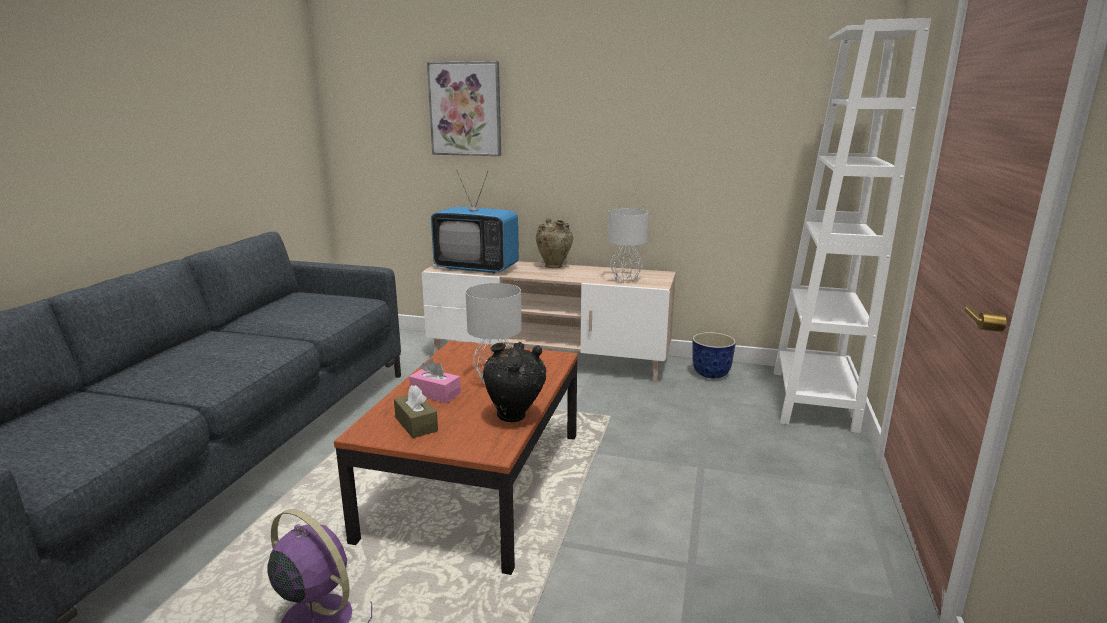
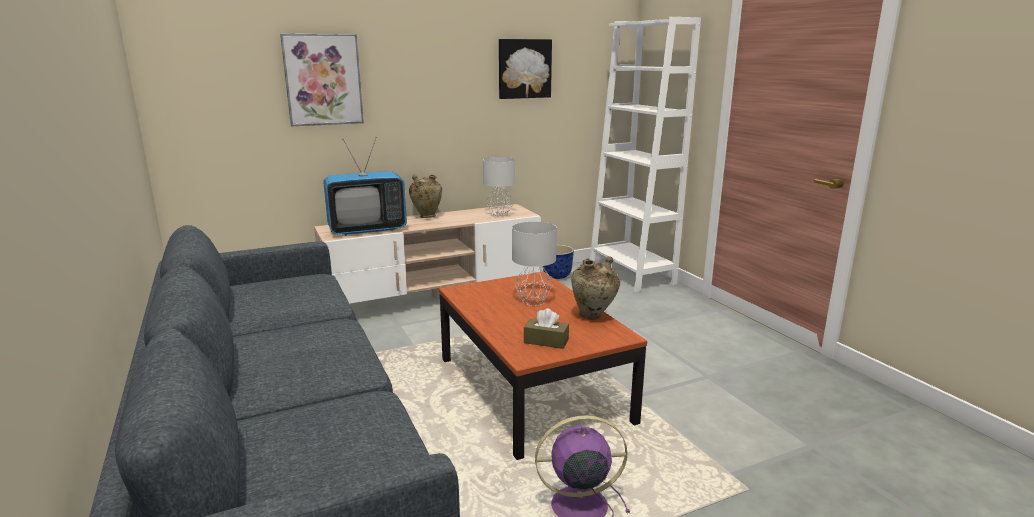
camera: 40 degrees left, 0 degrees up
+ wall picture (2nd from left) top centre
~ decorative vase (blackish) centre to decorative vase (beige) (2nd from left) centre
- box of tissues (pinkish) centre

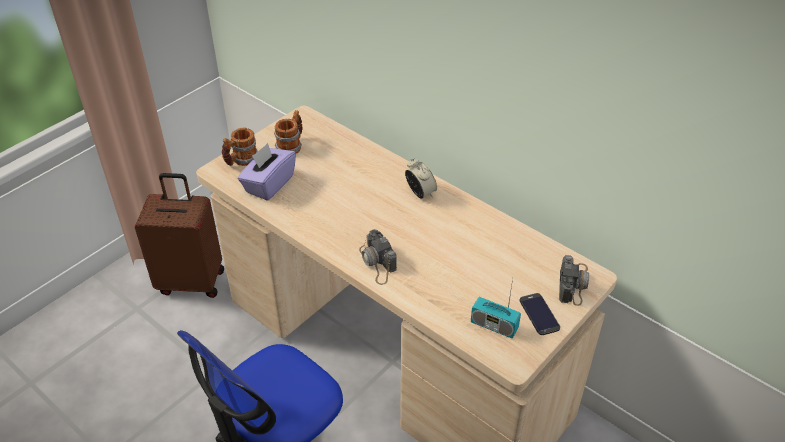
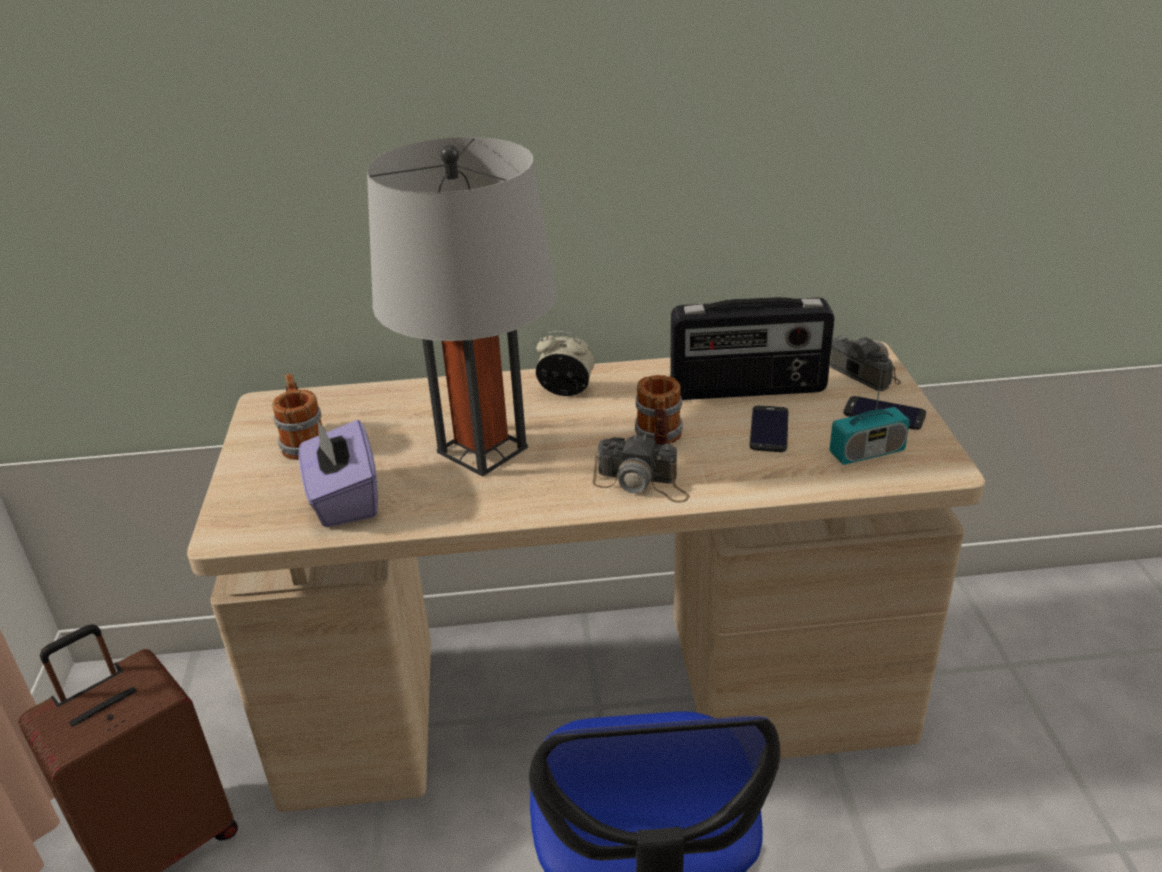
camera: 45 degrees left, 10 degrees down
+ tabletop lamp (grey) centre
~ coffee mug (1st from left in the first image) top left to coffee mug (2nd from left) centre
+ radio set (1st from left) centre
+ telephone (1st from left) centre

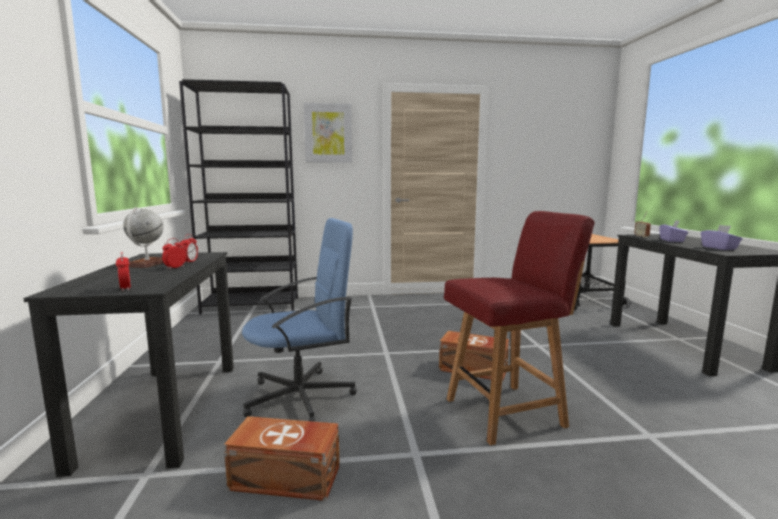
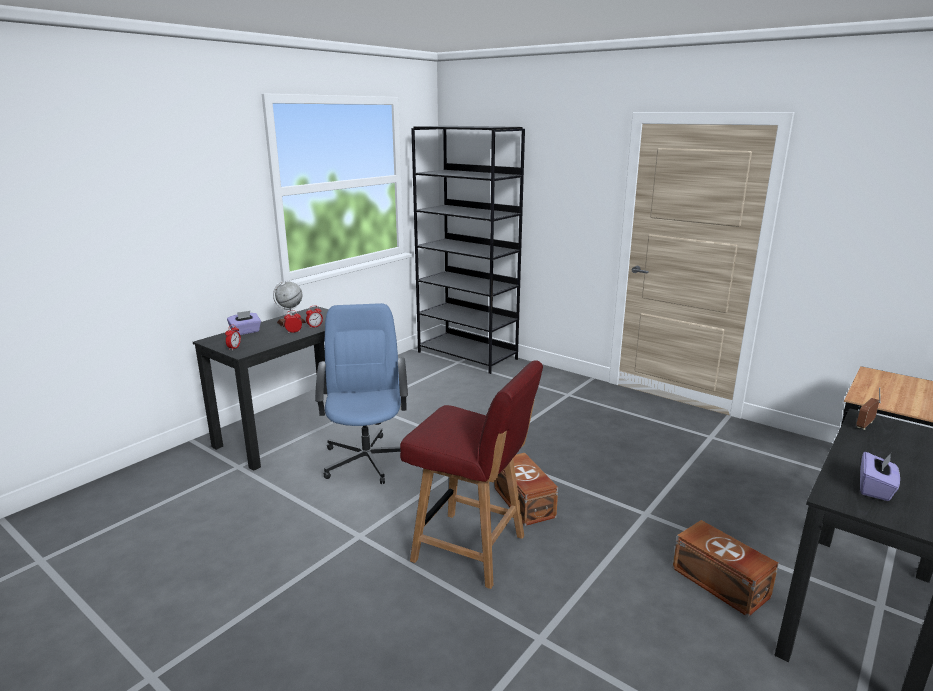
camera: 45 degrees right, 10 degrees up
~ box of tissues (purple) (1st from left) middle right to middle left
~ office chair (blue) centre = centre 120 degrees counterclockwise
~ storage bin (brown) (1st from left in the first image) bottom centre to storage bin (brown) (2nd from left) bottom right
- wall picture top centre

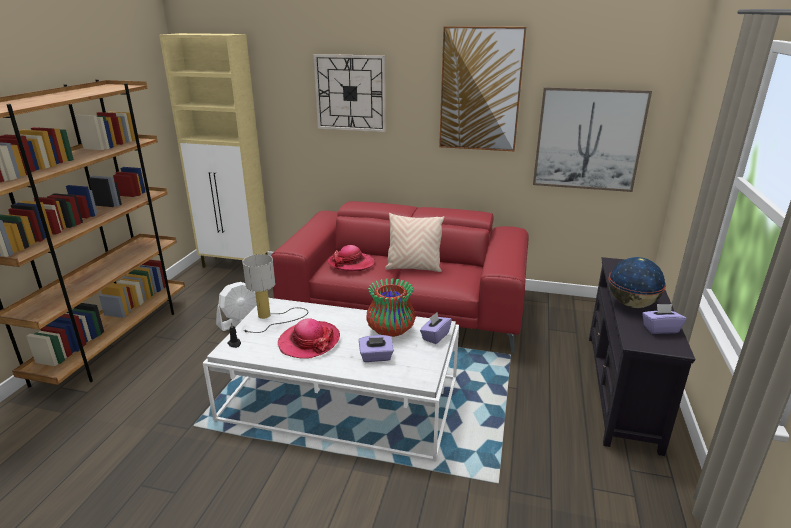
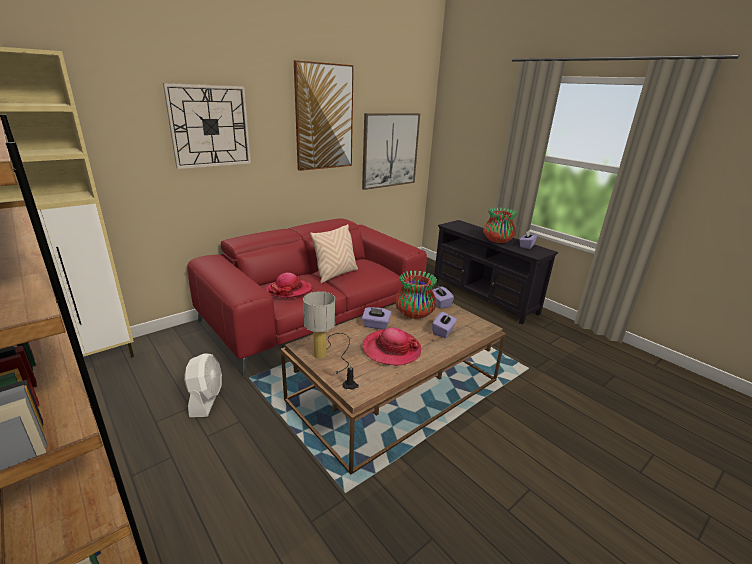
camera: 55 degrees left, 0 degrees up
~ low table (whitish) bottom centre to low table (brown) bottom centre
+ box of tissues (purple) (1st from left) centre
~ globe middle right to decorative vase (2nd from left) centre

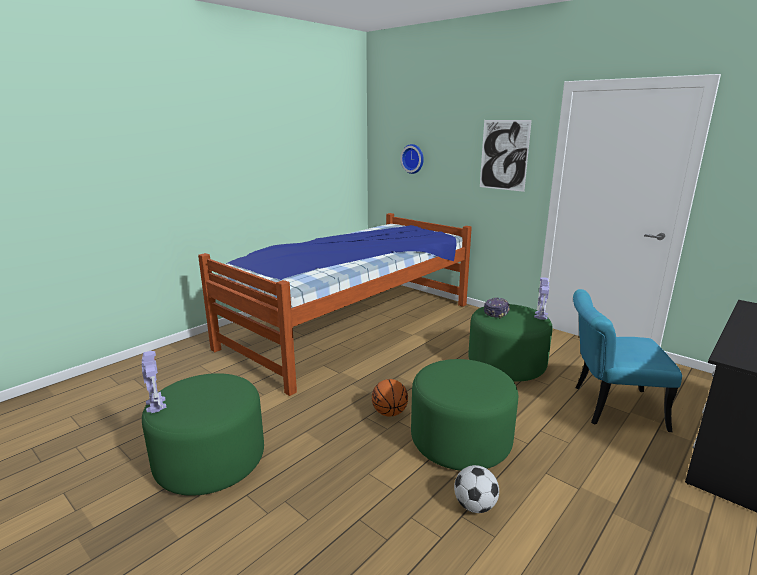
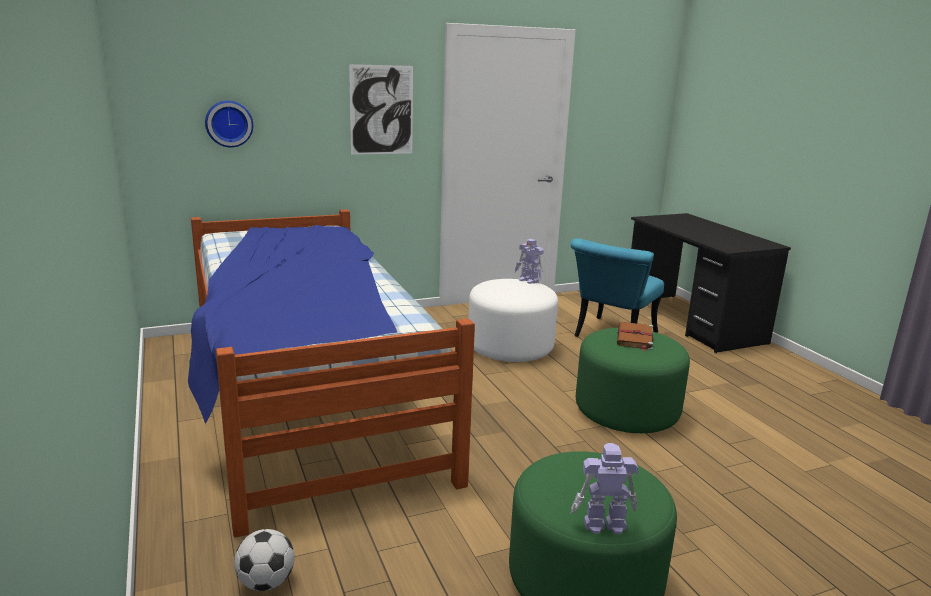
camera: 65 degrees left, 0 degrees up
~ ball for football bottom centre to bottom left
~ pouffe (green) (3rd from left) middle right to pouffe (whitish) centre
+ bound book (brown) middle right
- basketball bottom centre
- peaked cap centre

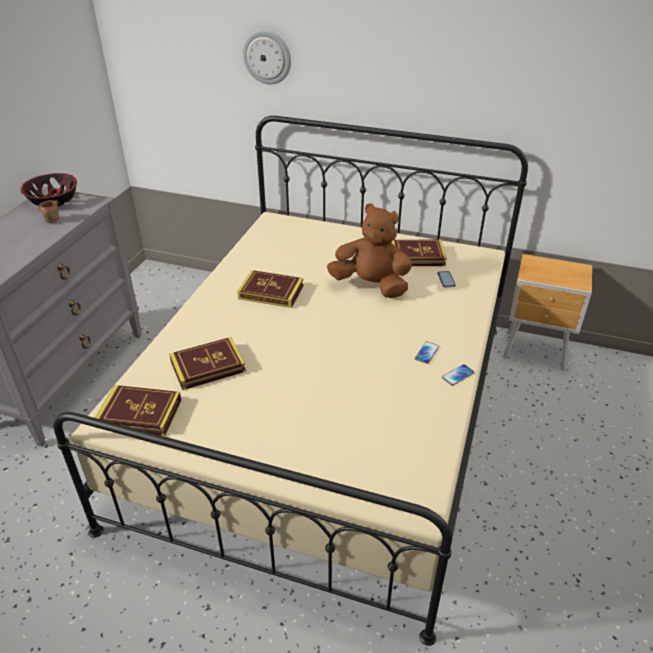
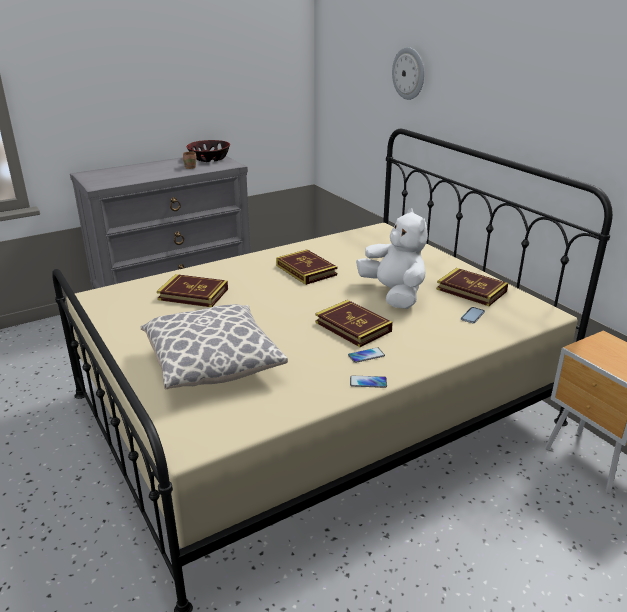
camera: 40 degrees right, 10 degrees down
+ throw pillow centre
~ bound book (1st from left in the first image) middle left to bound book (3rd from left) centre
~ plush toy (brown) centre to plush toy (whitish) centre

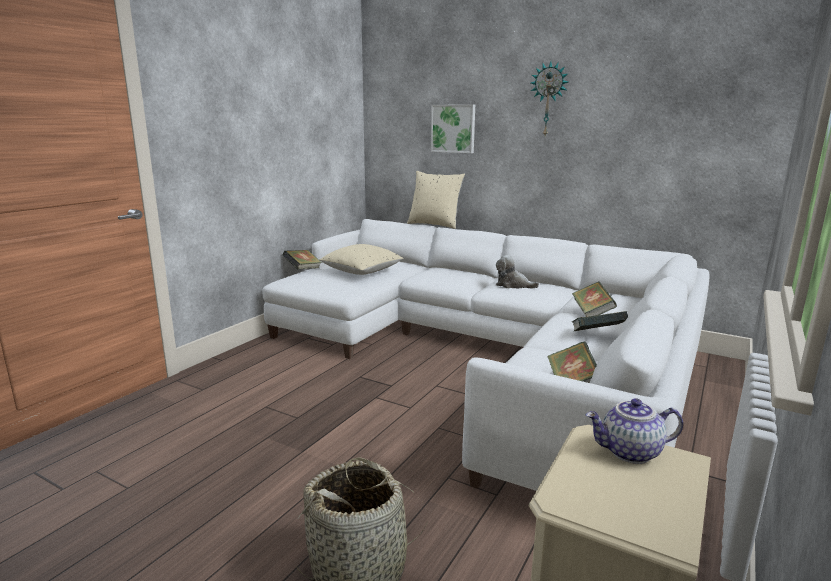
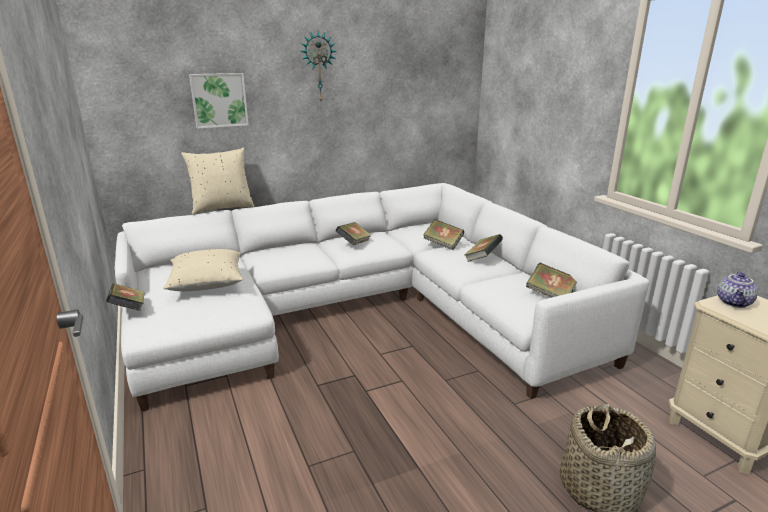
camera: 55 degrees left, 5 degrees up
~ plush toy centre to bound book (2nd from left) centre

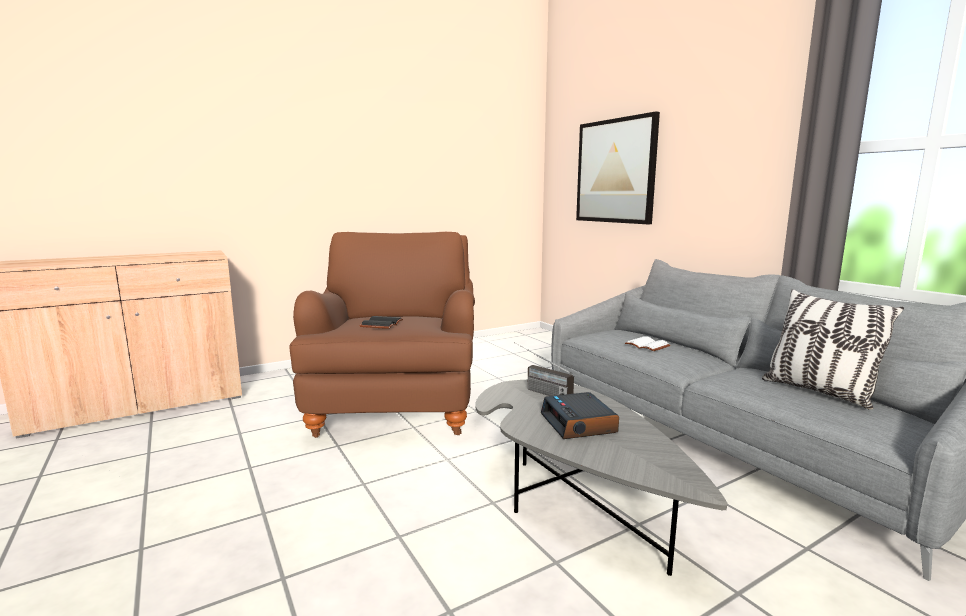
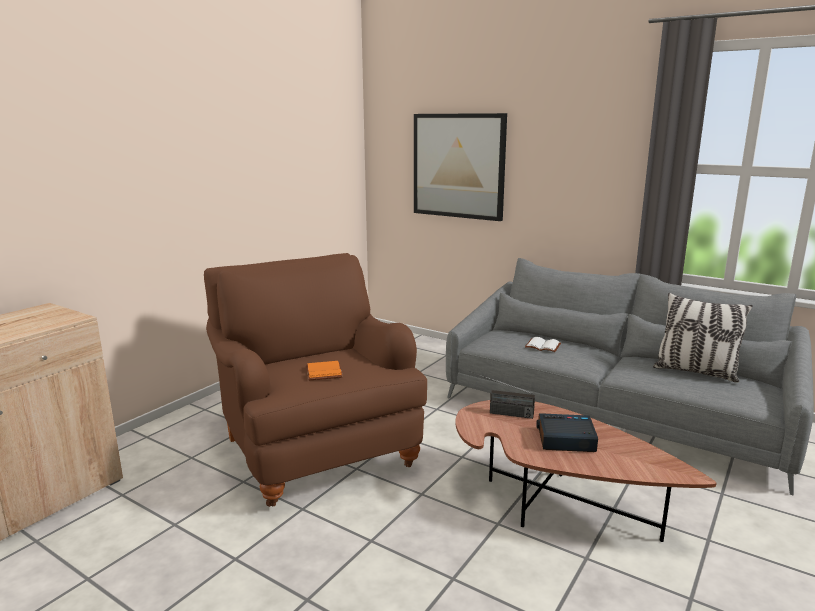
camera: 25 degrees left, 5 degrees up
~ bound book (blackish) centre to bound book (orange) centre
~ low table (grey) bottom centre to low table (brown) bottom right
~ bedside clock bottom centre = bottom right 135 degrees clockwise

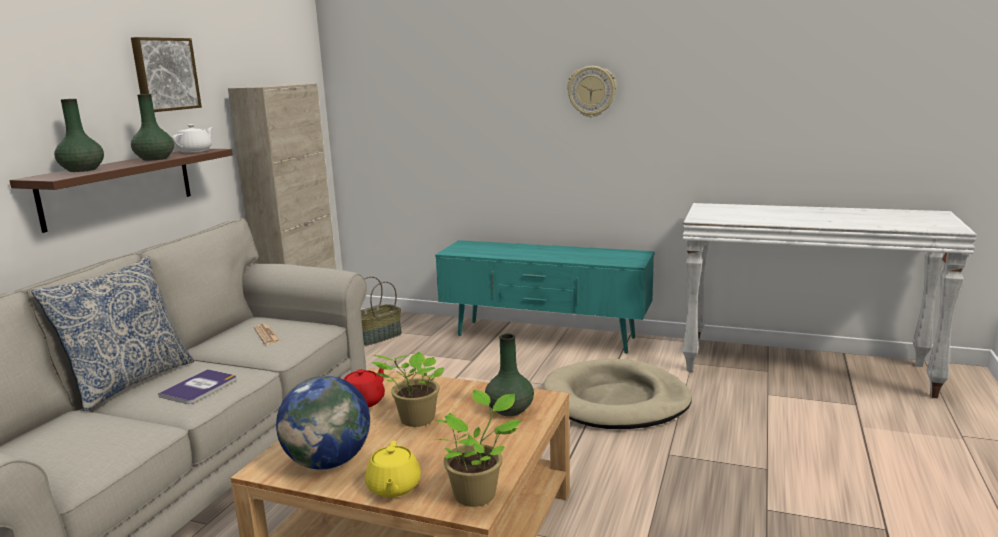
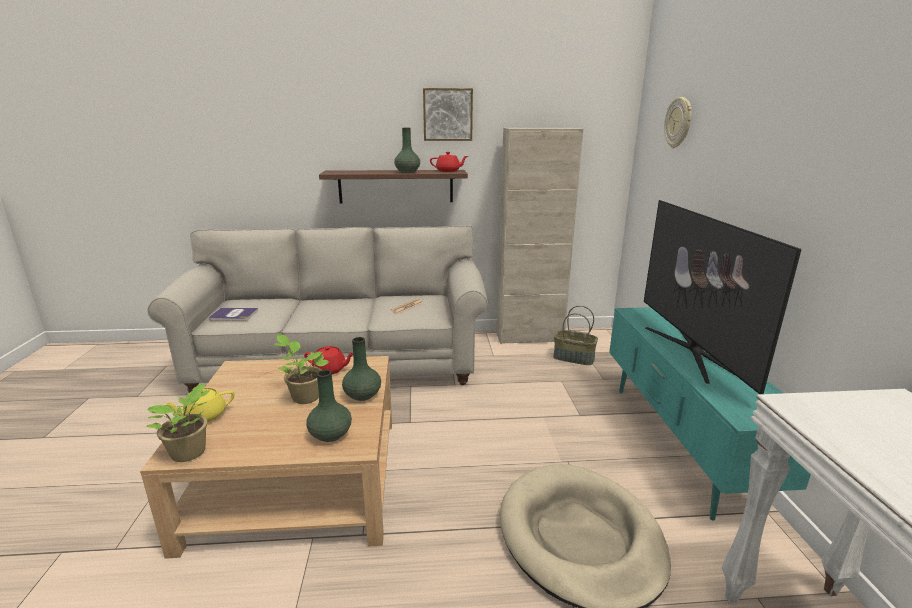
camera: 65 degrees right, 5 degrees up
~ bound book bottom left to middle left
~ decorative vase (green) (1st from left in the first image) top left to decorative vase (green) (2nd from left) centre
~ tea pot (whitish) top left to tea pot (reddish) (2nd from left) top centre
+ television middle right
~ wall clock top centre to top right
- throw pillow middle left
- globe bottom left

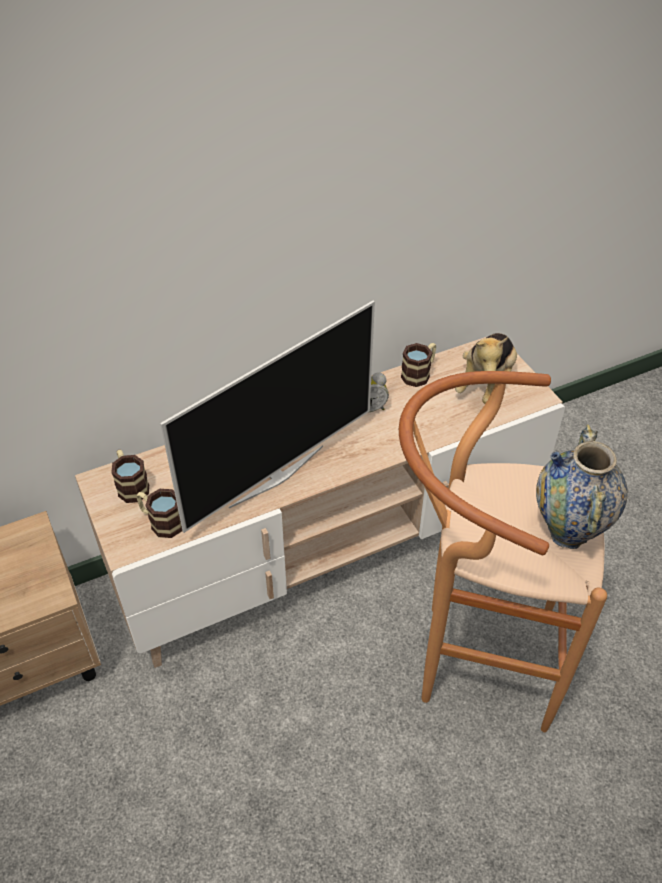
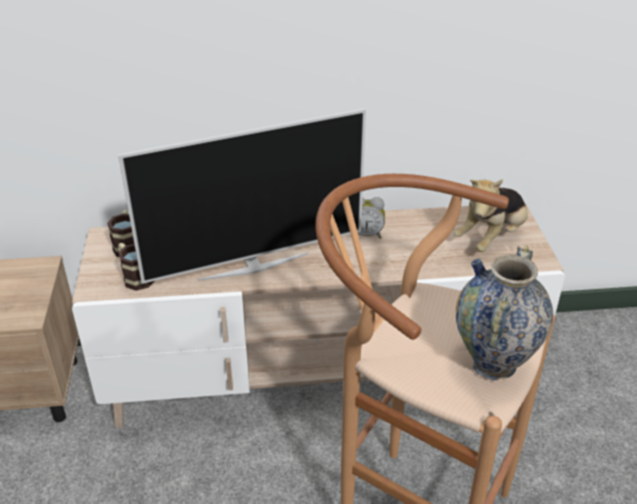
camera: 20 degrees right, 10 degrees down
- coffee mug (3rd from left) centre

